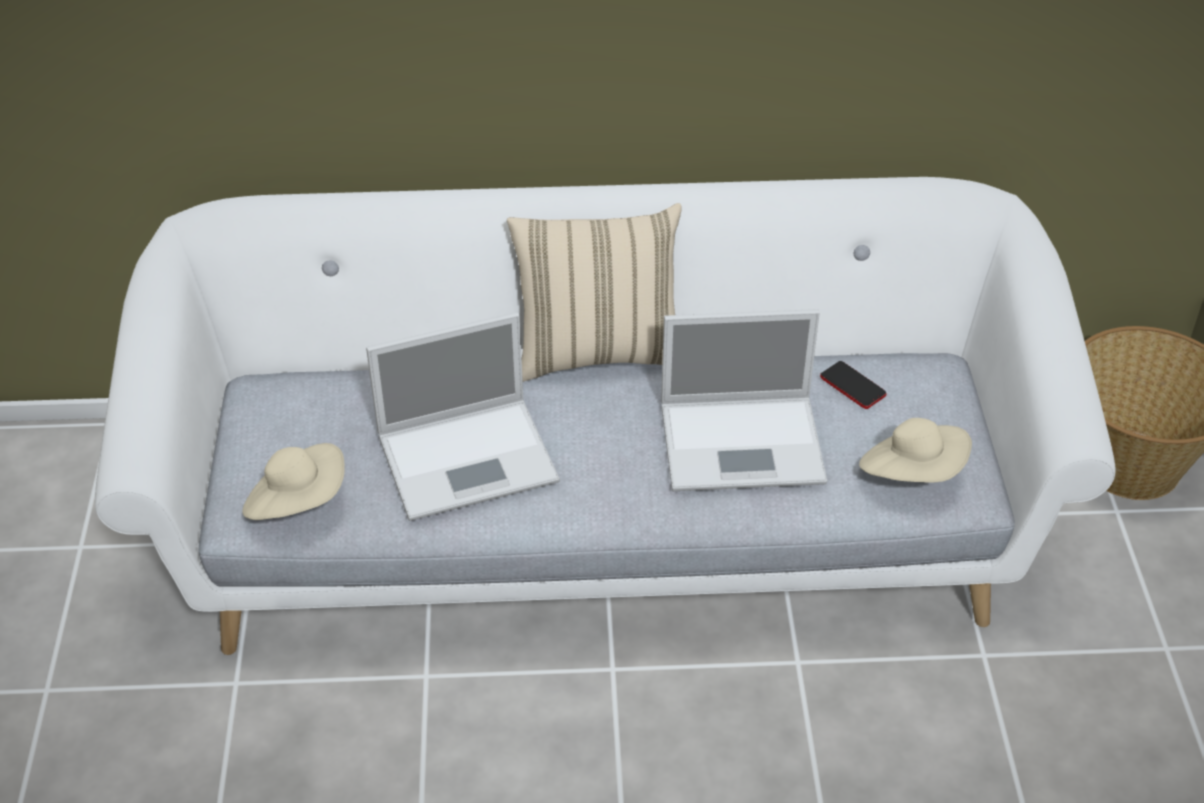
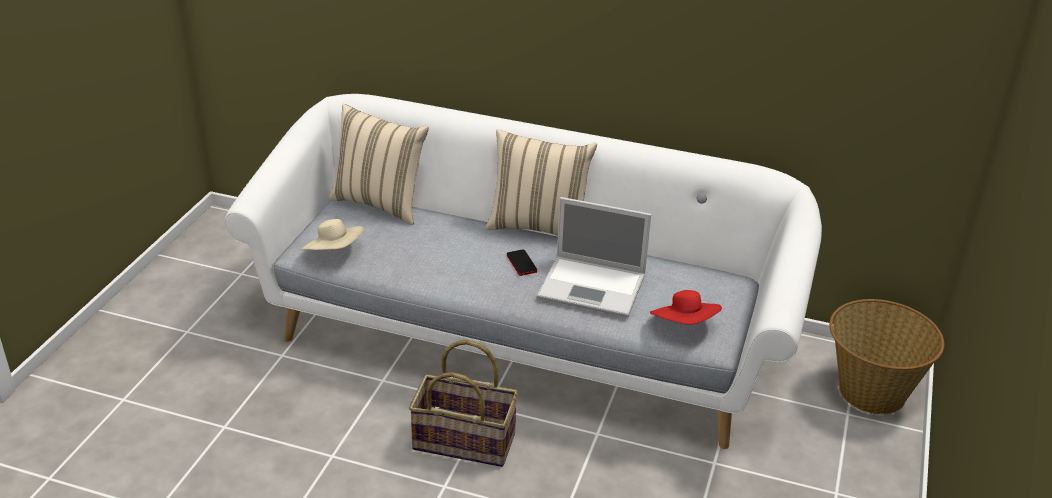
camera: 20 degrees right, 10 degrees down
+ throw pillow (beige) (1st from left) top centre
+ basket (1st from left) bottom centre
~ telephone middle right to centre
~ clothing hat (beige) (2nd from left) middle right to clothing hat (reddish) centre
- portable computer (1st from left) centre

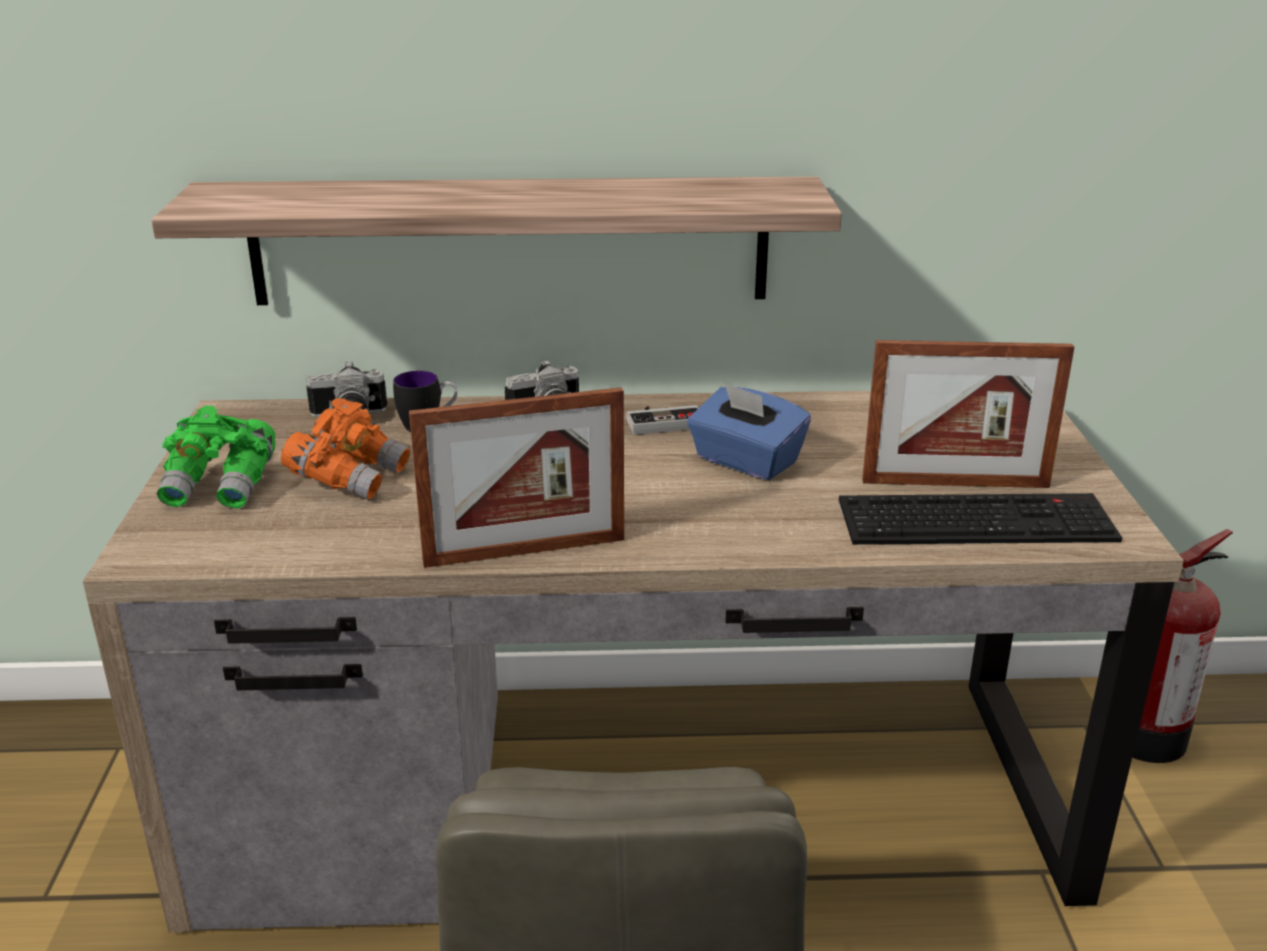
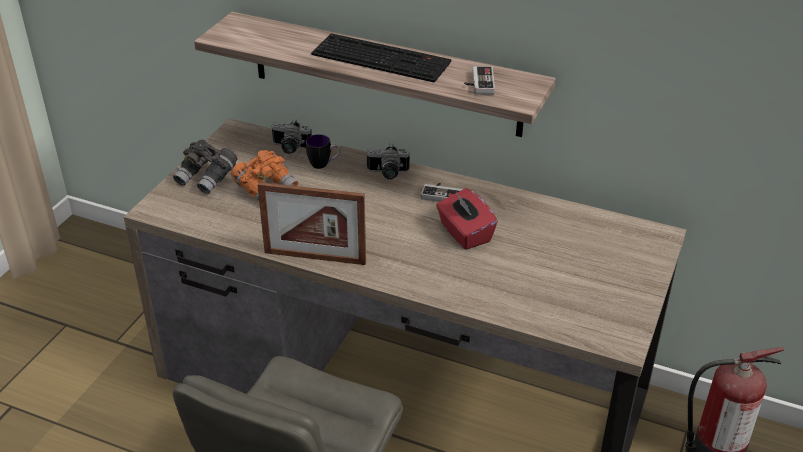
camera: 25 degrees right, 10 degrees up
~ field glasses (green) middle left to field glasses (grey) middle left
~ computer keyboard middle right to top centre
~ box of tissues (blue) centre to box of tissues (reddish) centre
+ game controller (2nd from left) top centre
- picture frame (2nd from left) middle right

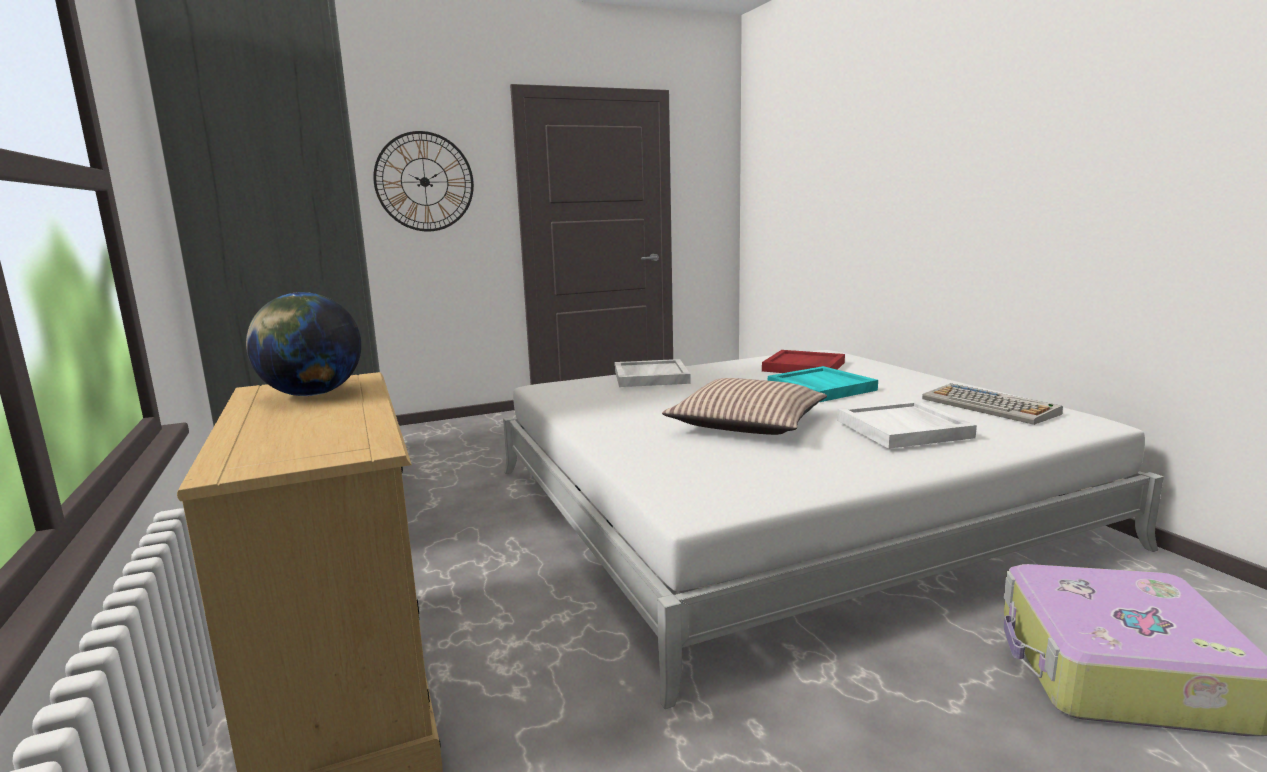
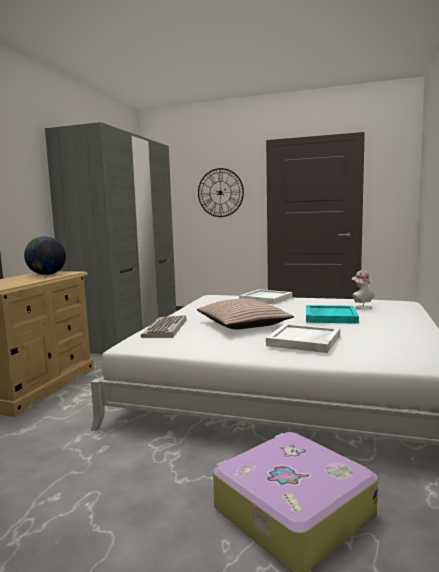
camera: 40 degrees right, 5 degrees down
~ computer keyboard middle right to centre
~ serving tray (reddish) centre to clothing hat middle right

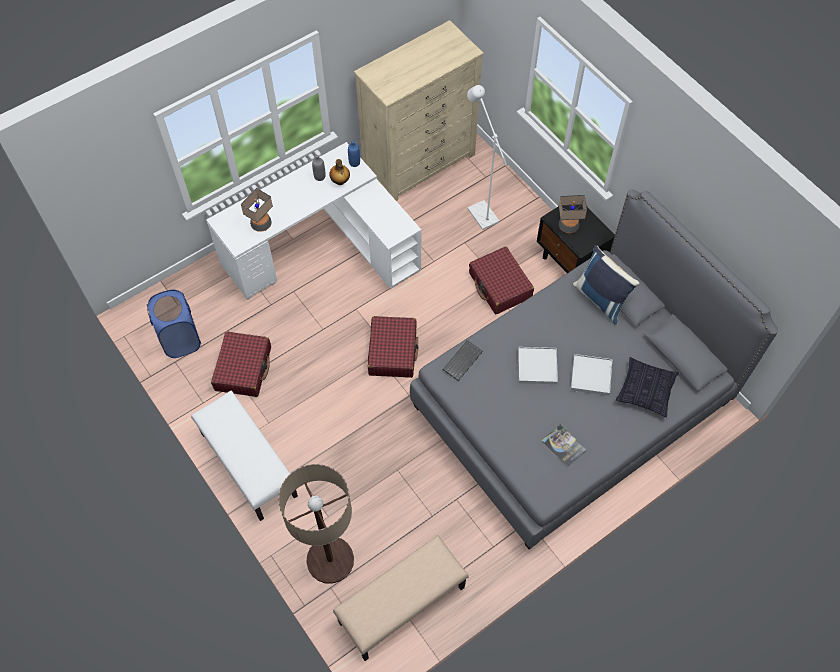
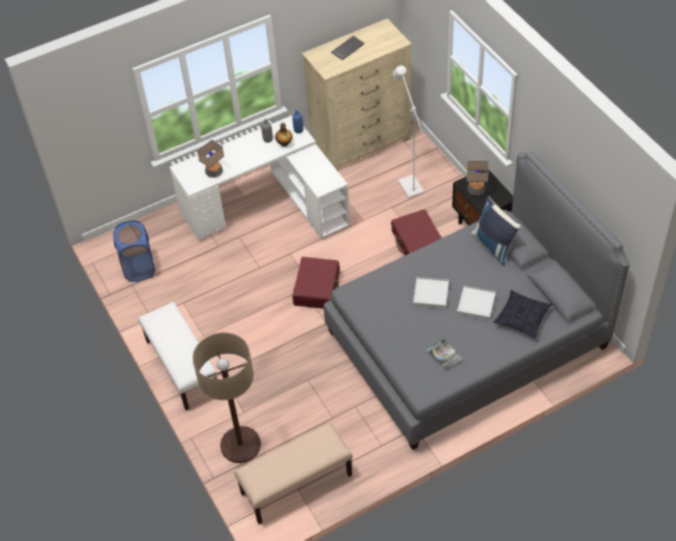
camera: 10 degrees right, 10 degrees down
~ computer keyboard centre to top centre
- suitcase (reddish) (1st from left) middle left

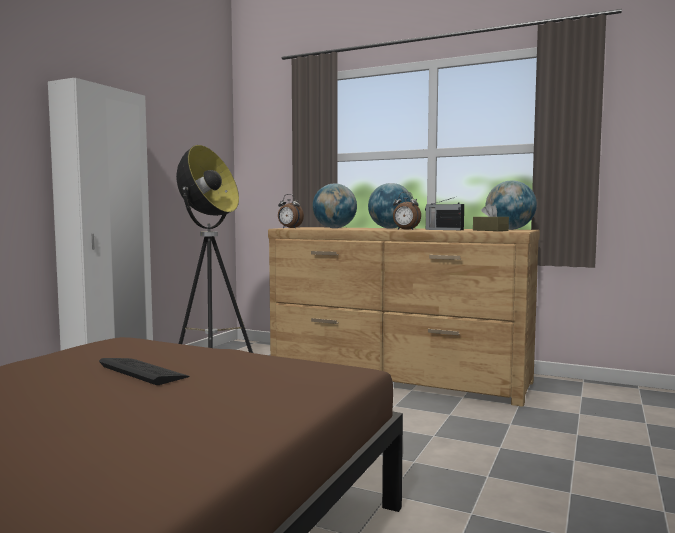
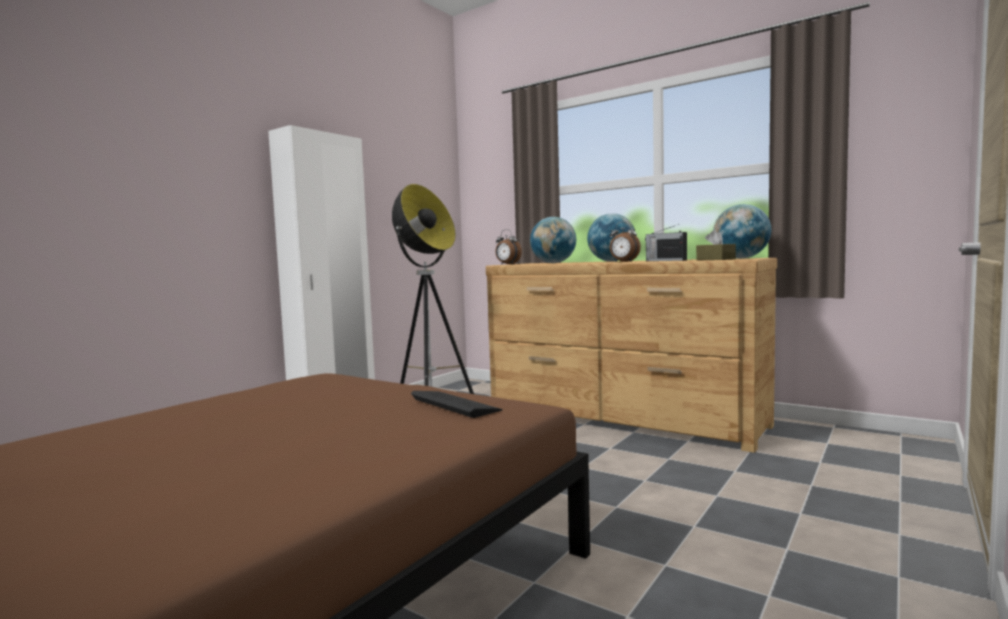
camera: 10 degrees right, 0 degrees up
~ computer keyboard bottom left to centre

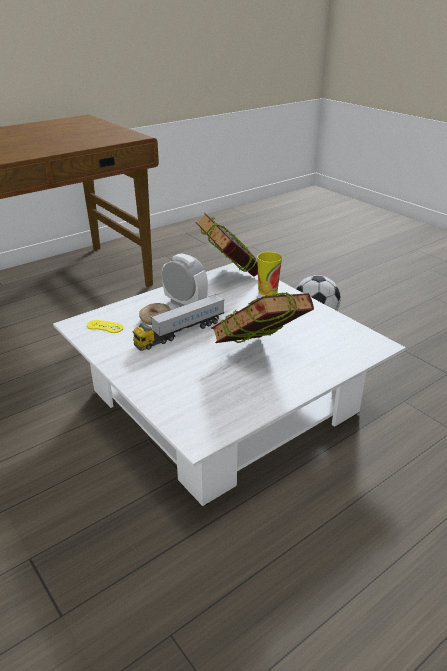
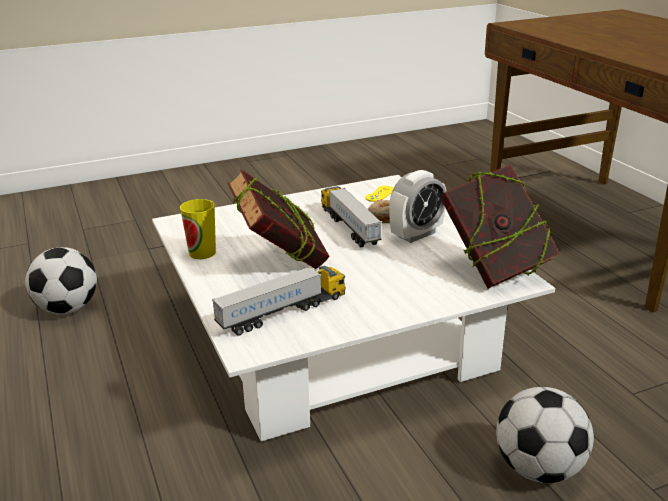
camera: 105 degrees right, 5 degrees down
+ ball for football (1st from left) middle left
~ drinking cup centre to middle left
+ toy lorry (1st from left) centre

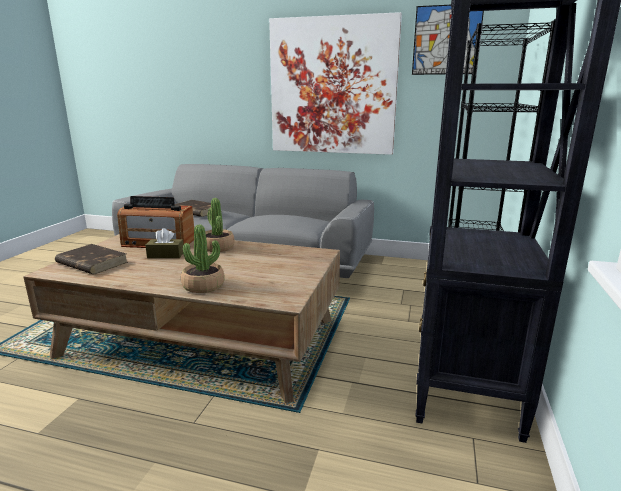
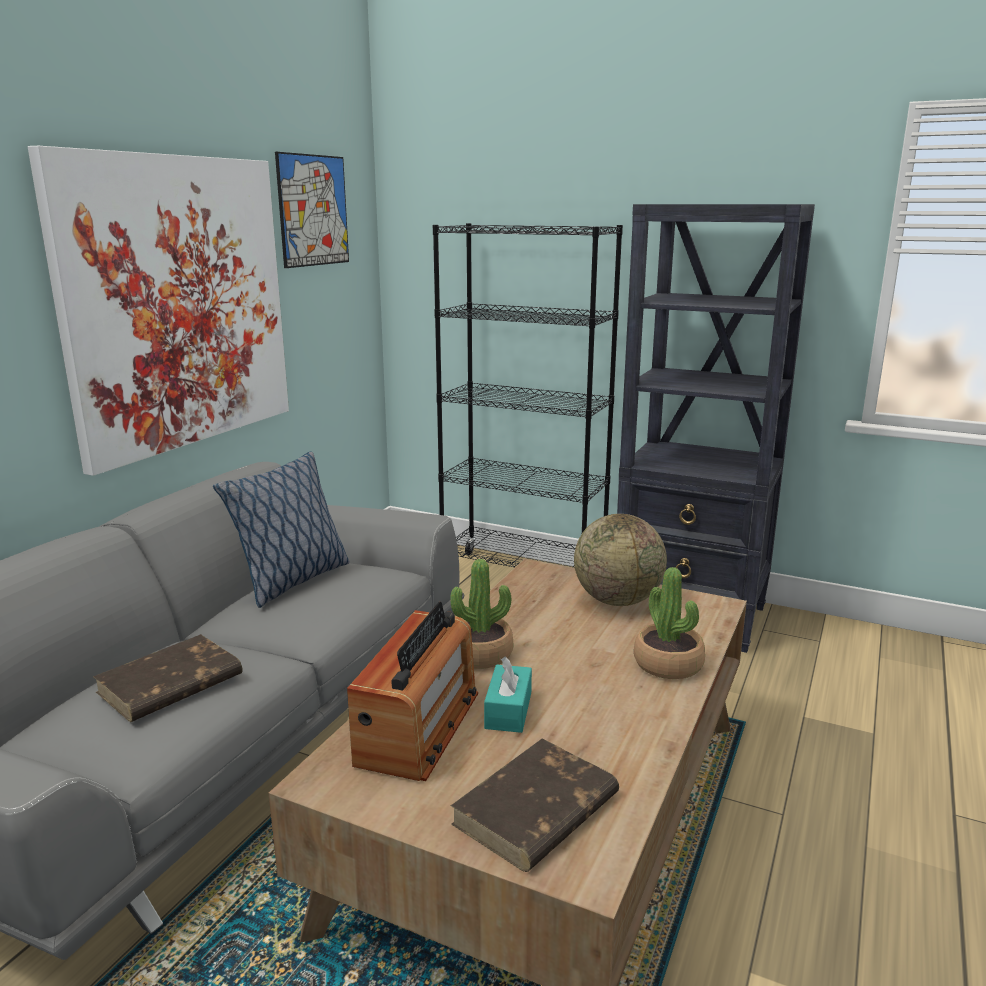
camera: 80 degrees left, 0 degrees up
+ throw pillow middle left
~ box of tissues (brown) middle left to box of tissues (turquoise-coloured) bottom centre
+ globe centre

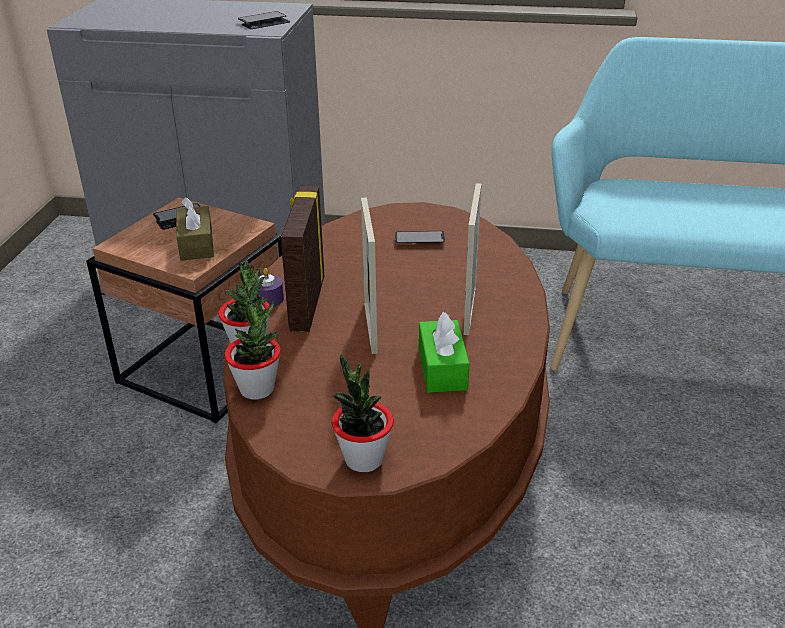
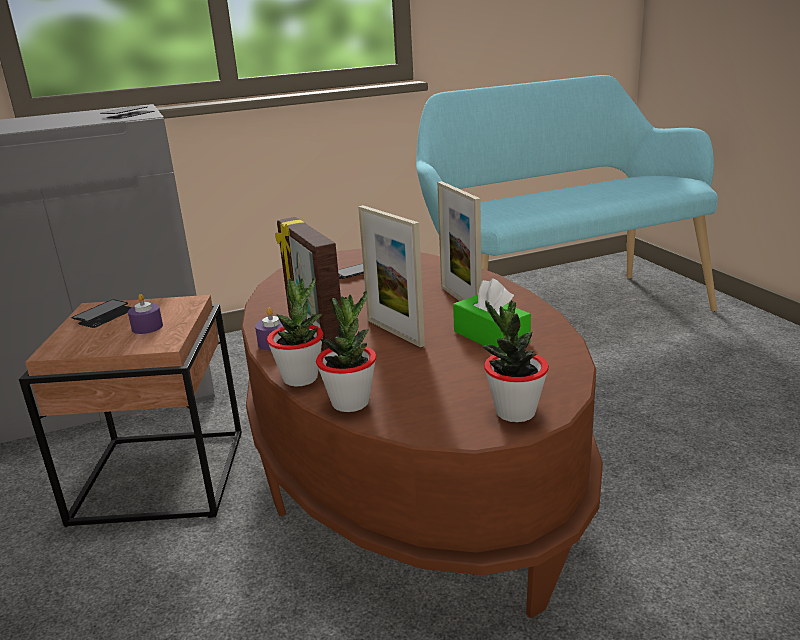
camera: 30 degrees left, 10 degrees down
~ box of tissues (brown) middle left to wax candle (purple) (1st from left) middle left

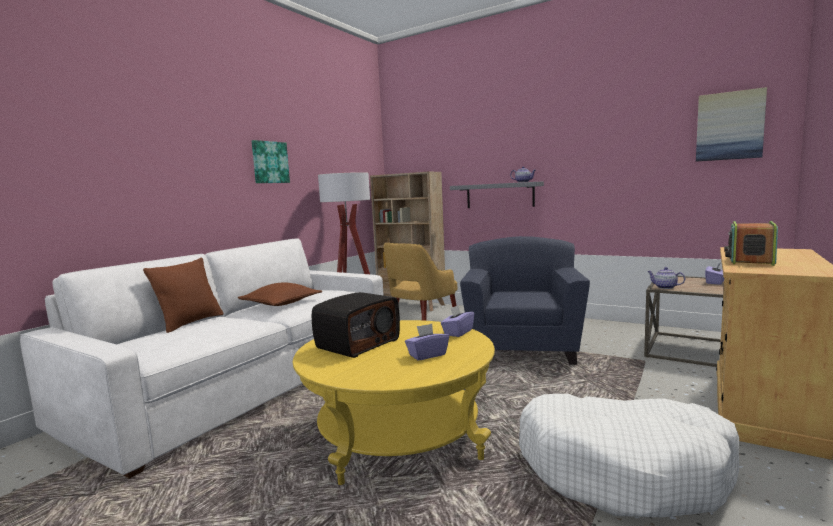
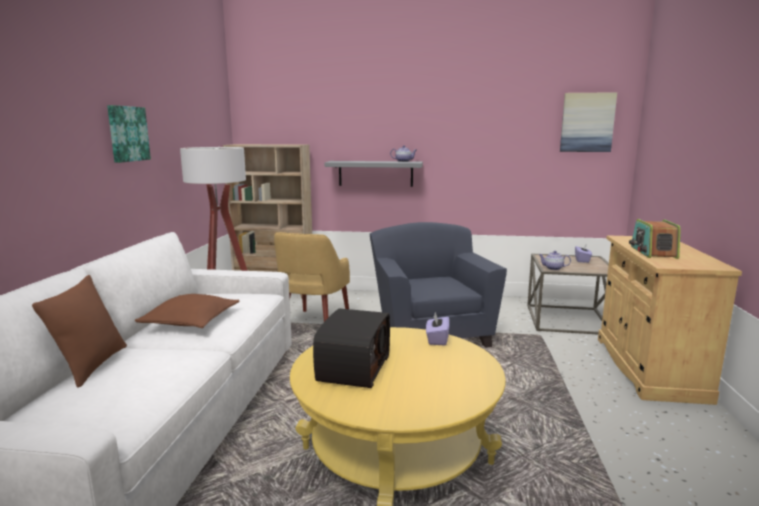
camera: 25 degrees left, 5 degrees up
- box of tissues (purple) (1st from left) centre
- pet bed (whitish) bottom right

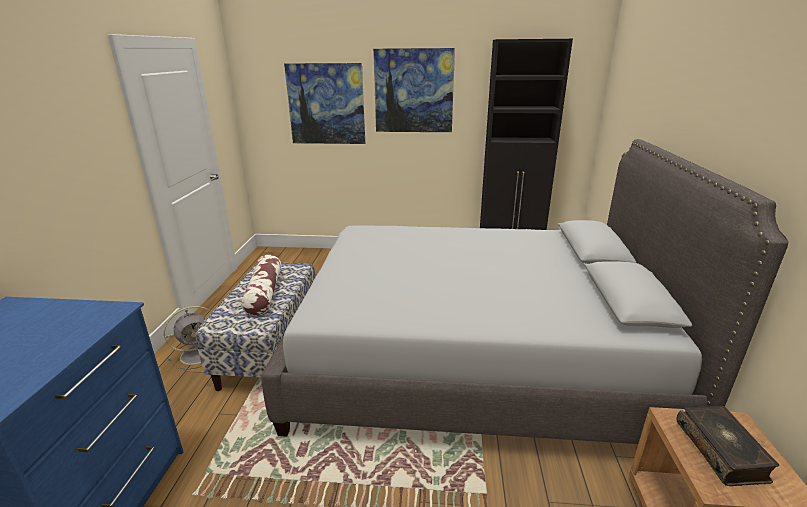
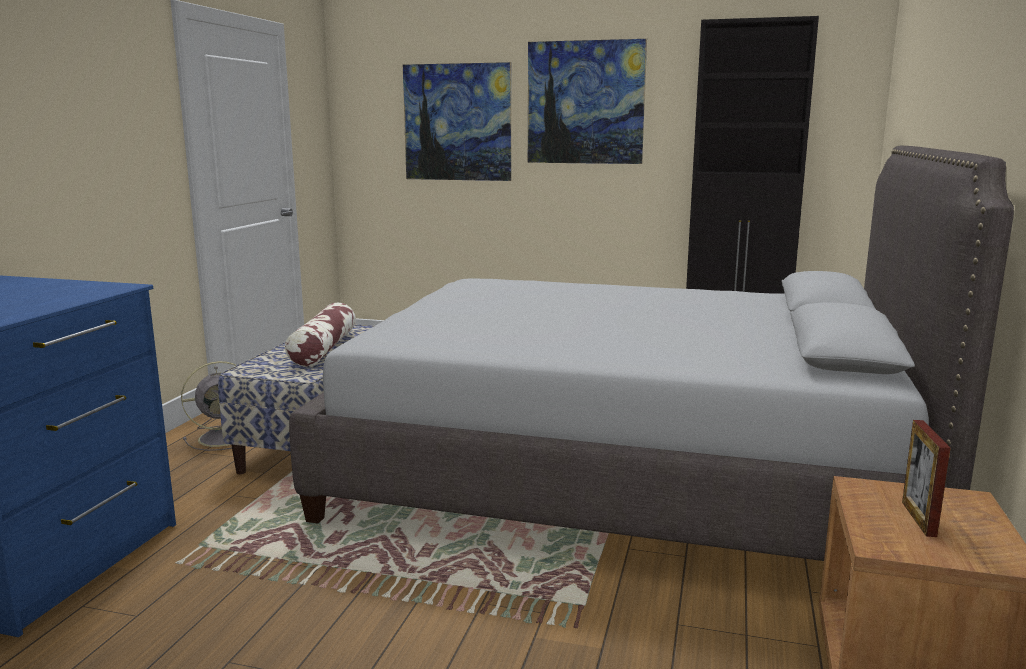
camera: 10 degrees right, 10 degrees down
~ bound book bottom right to picture frame bottom right

